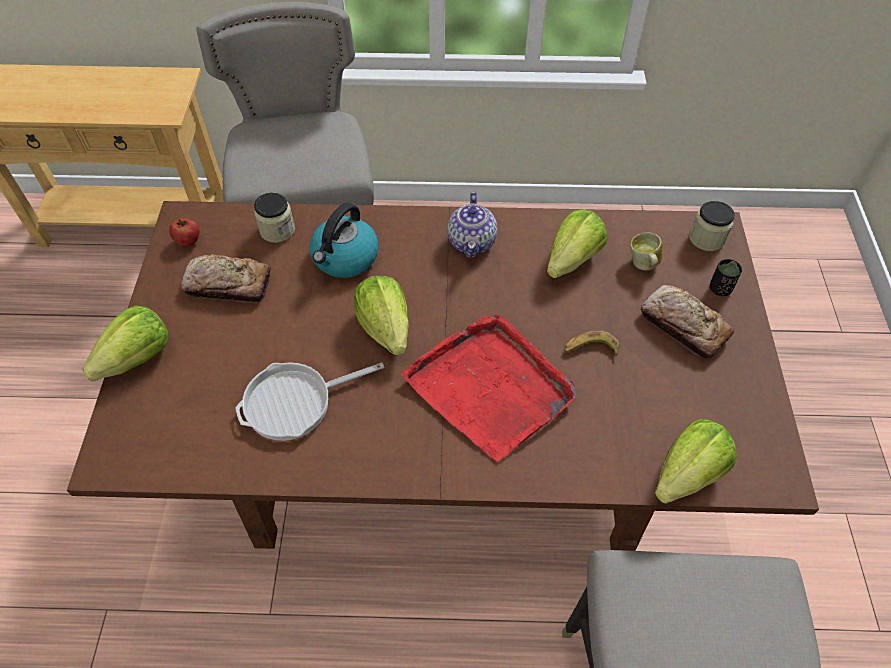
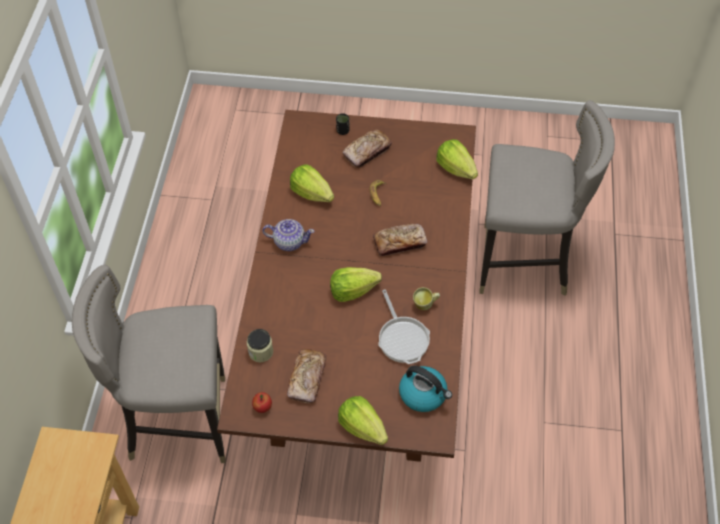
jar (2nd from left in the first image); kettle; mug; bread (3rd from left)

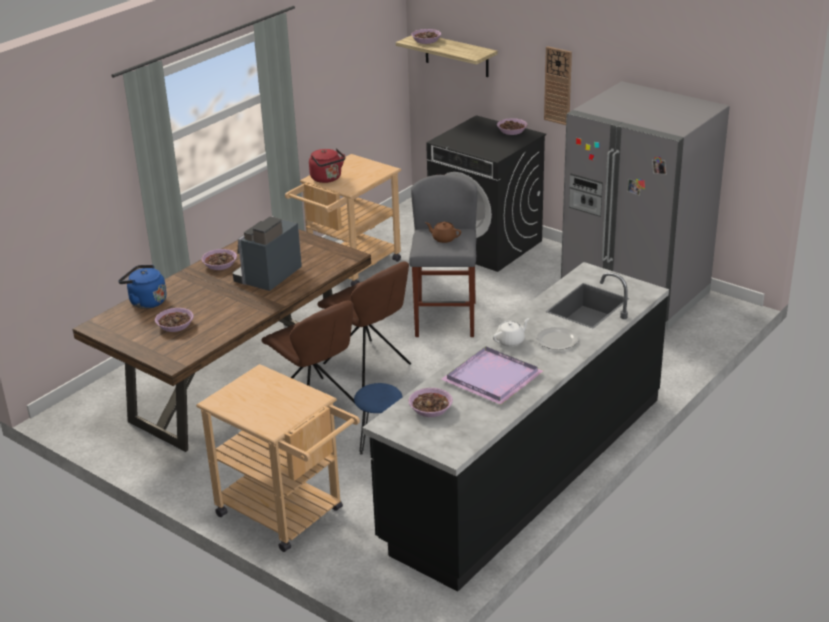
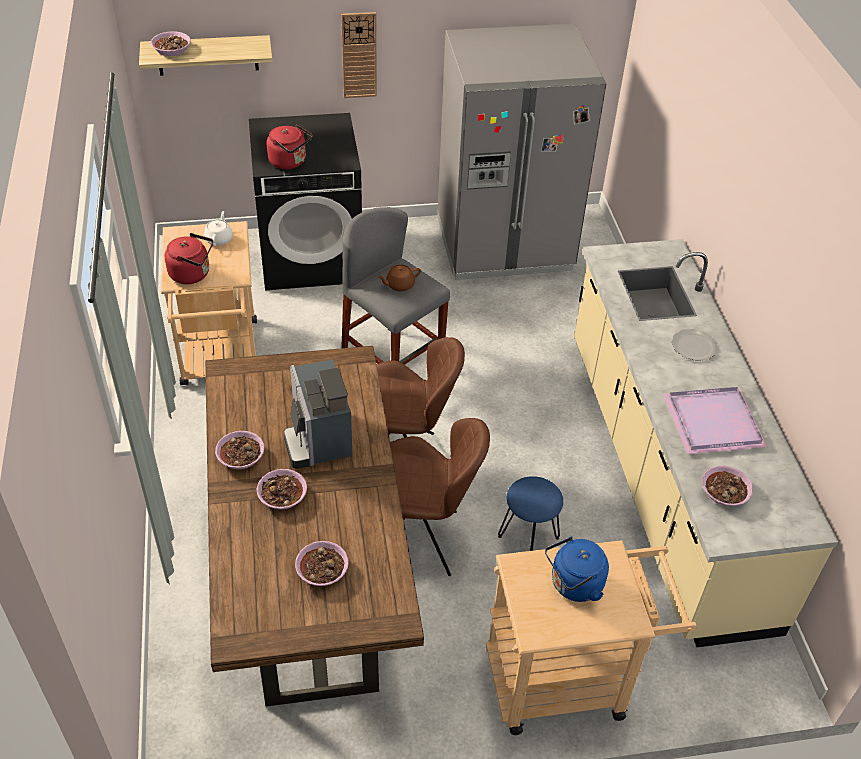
kettle/red (2nd from left); kettle/blue; teapot/white; bowl (3rd from left); counter/beige

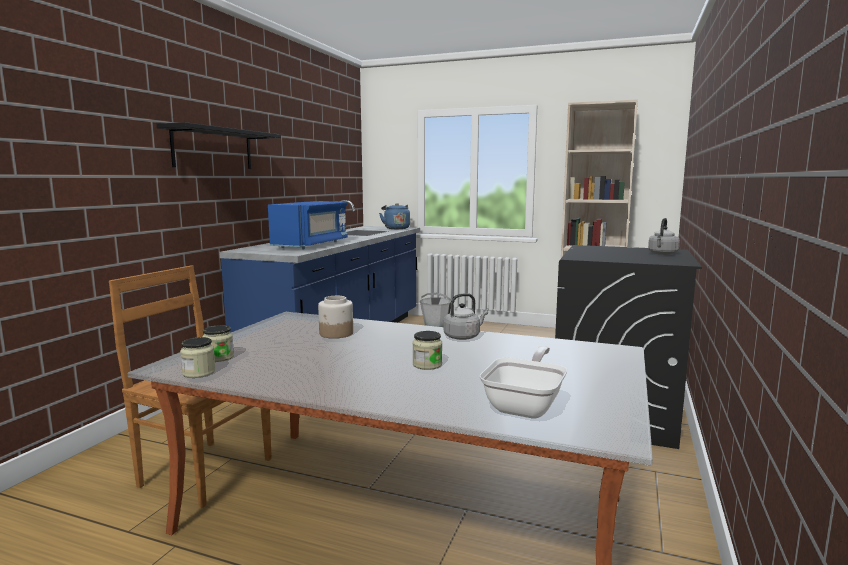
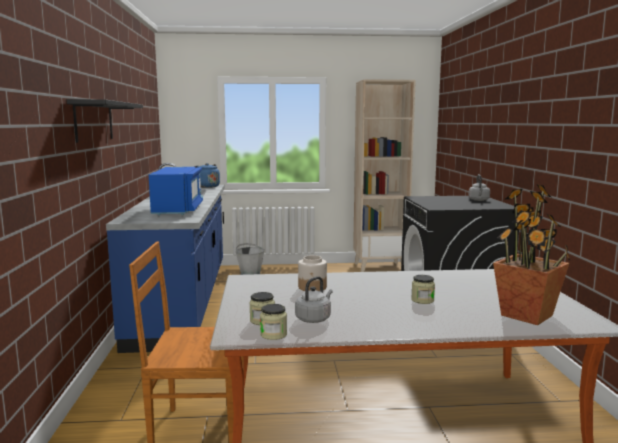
kettle/grey (1st from left); potted plant

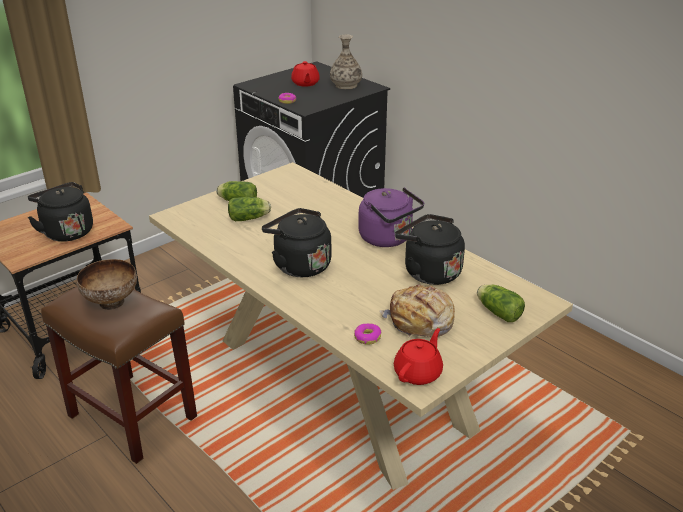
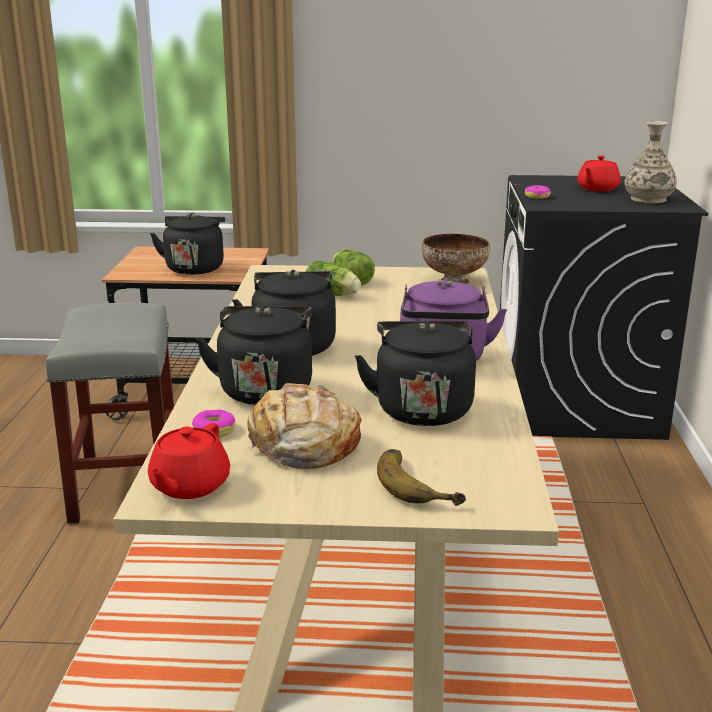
kettle/black (2nd from left); bowl; banana; stool/grey; teapot/red (1st from left)

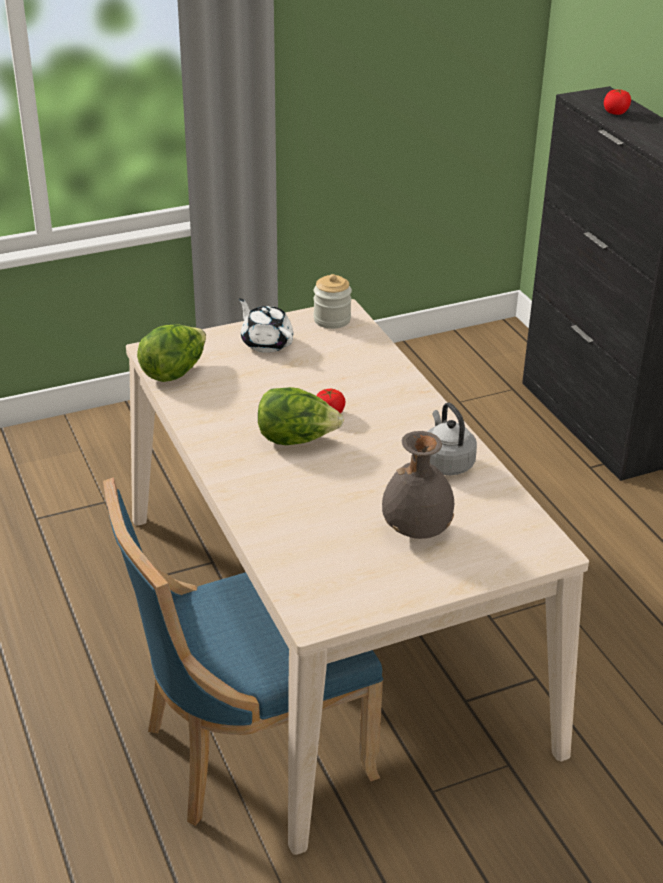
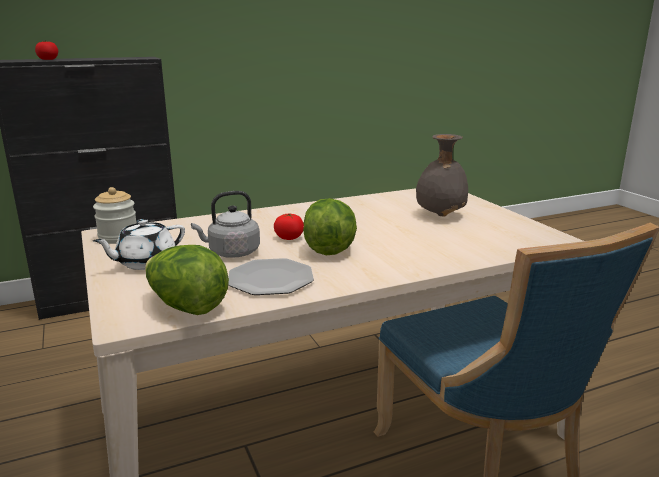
plate; kettle/grey

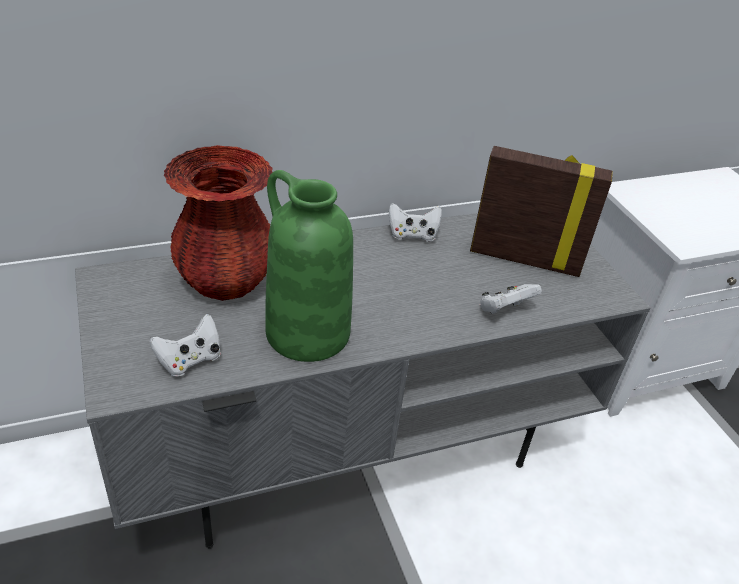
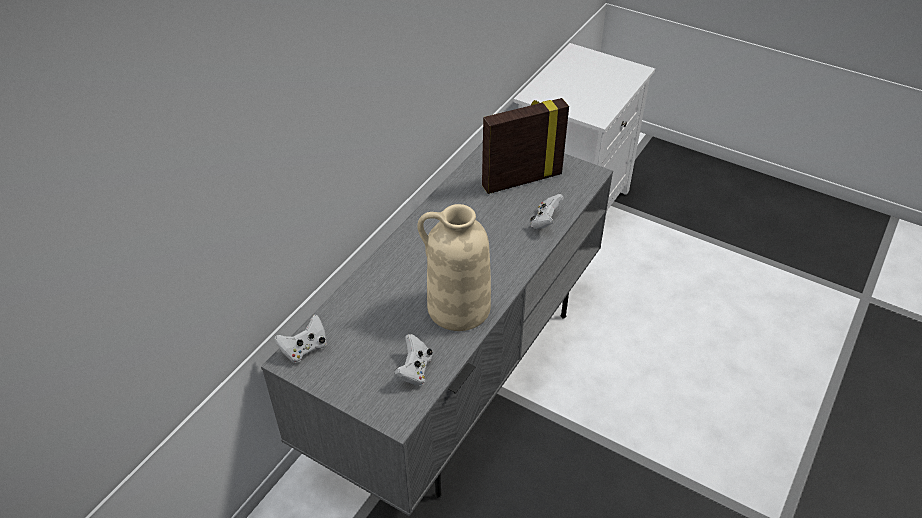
vase/red; game controller/white (1st from left); vase/beige

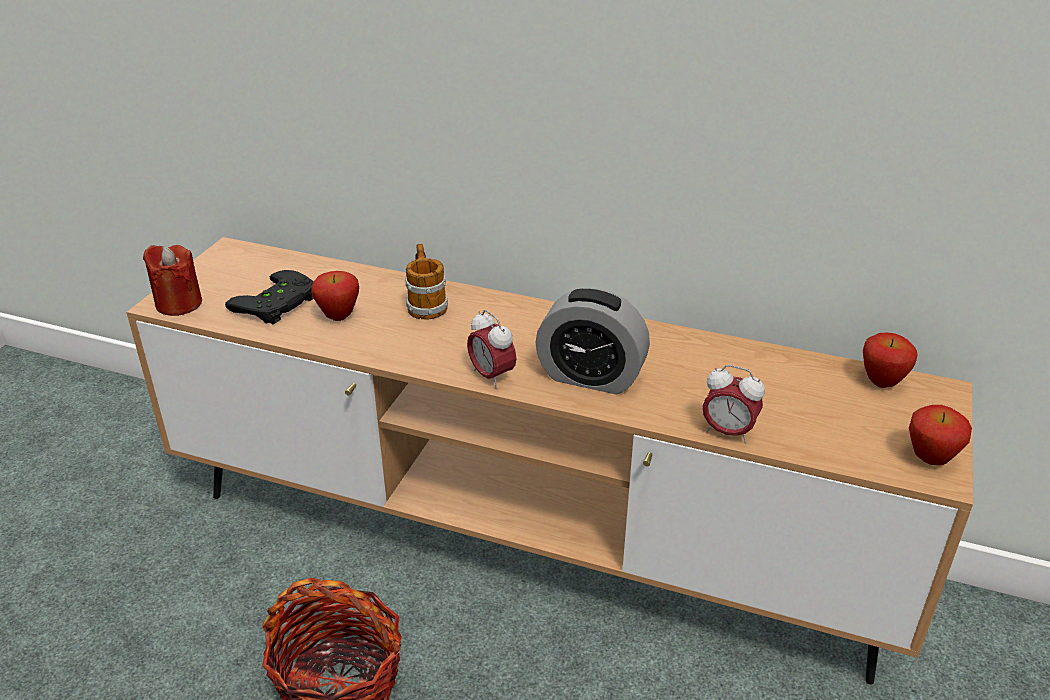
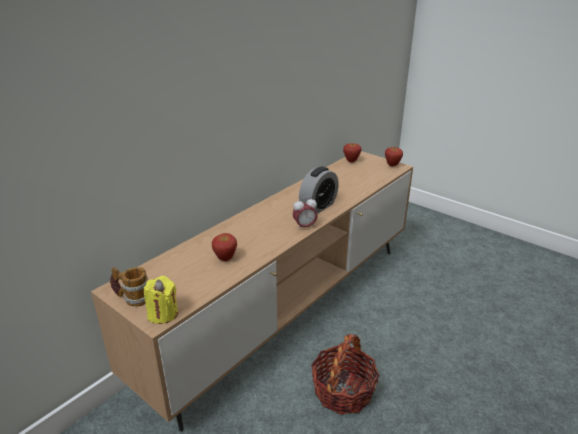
game controller/black; alarm clock (3rd from left in the first image); mug; candle/yellow

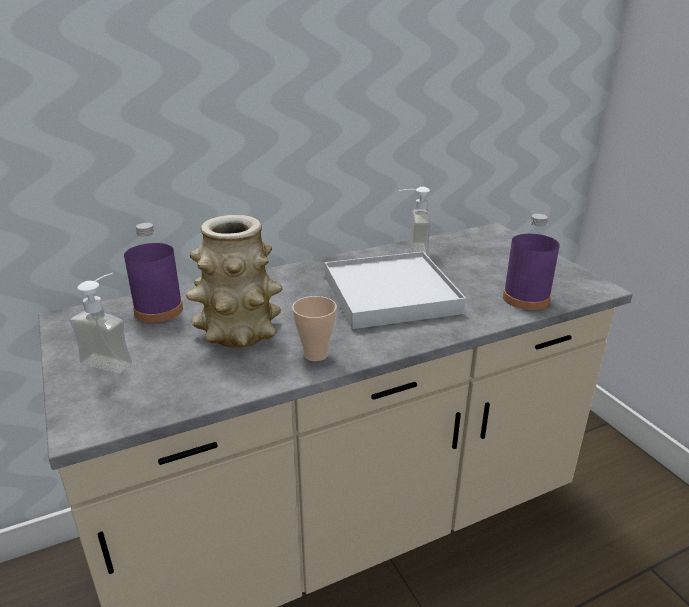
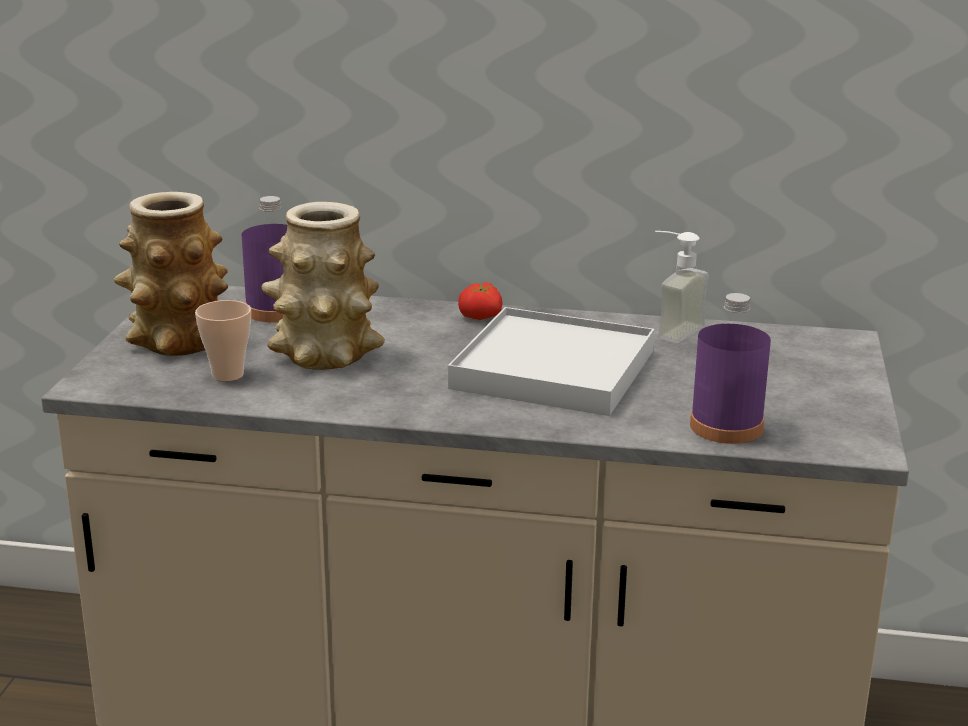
tomato; cup; vase (1st from left)

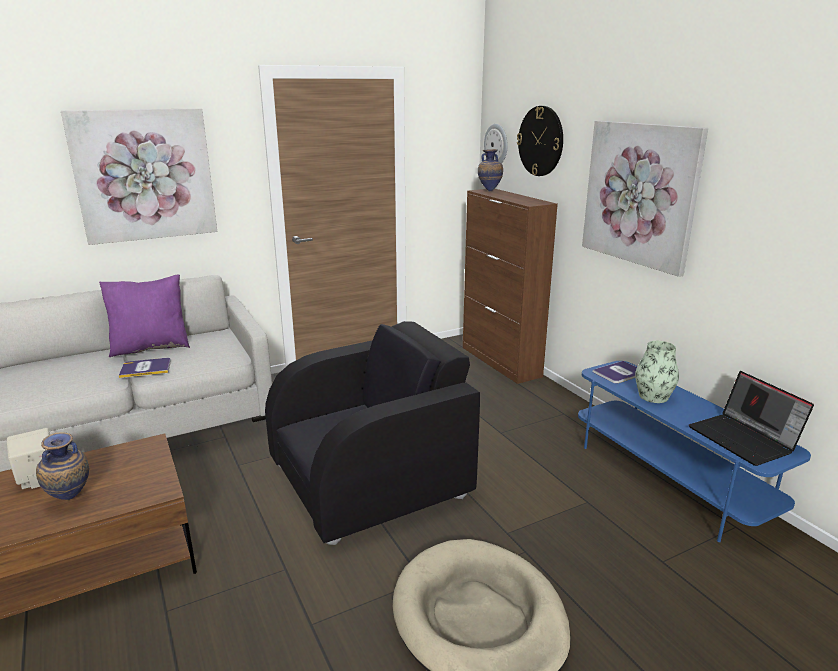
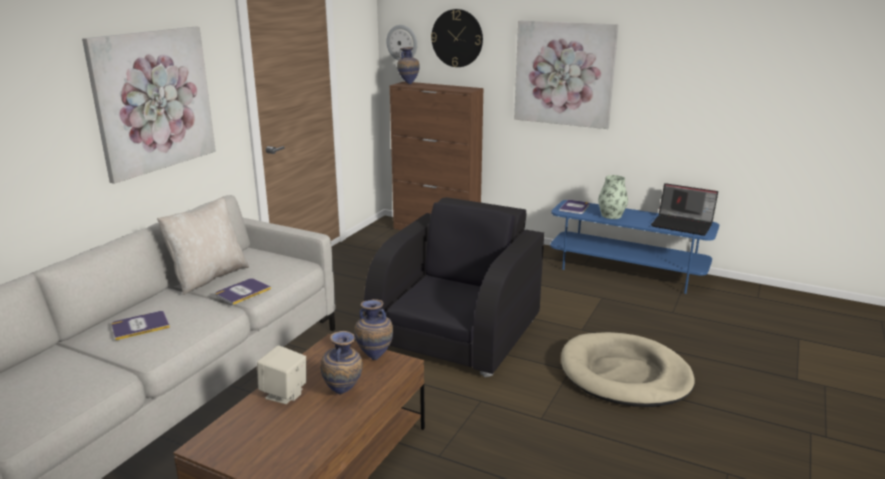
book (1st from left); vase (2nd from left); pillow/beige

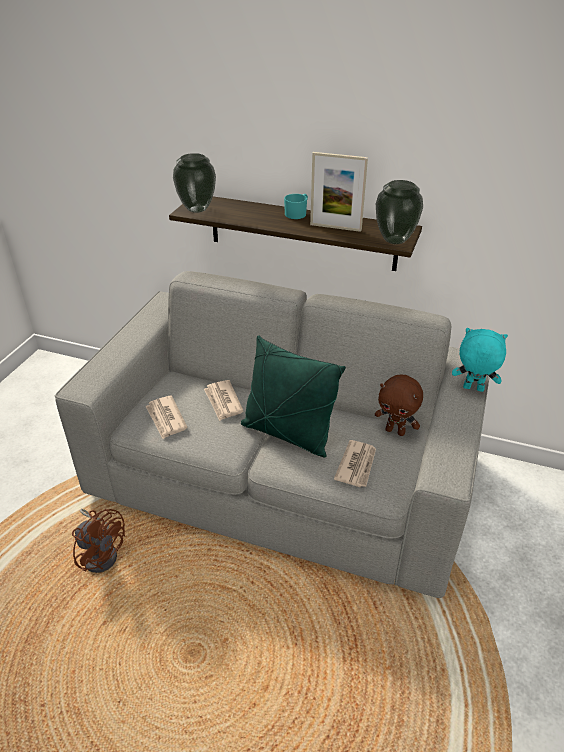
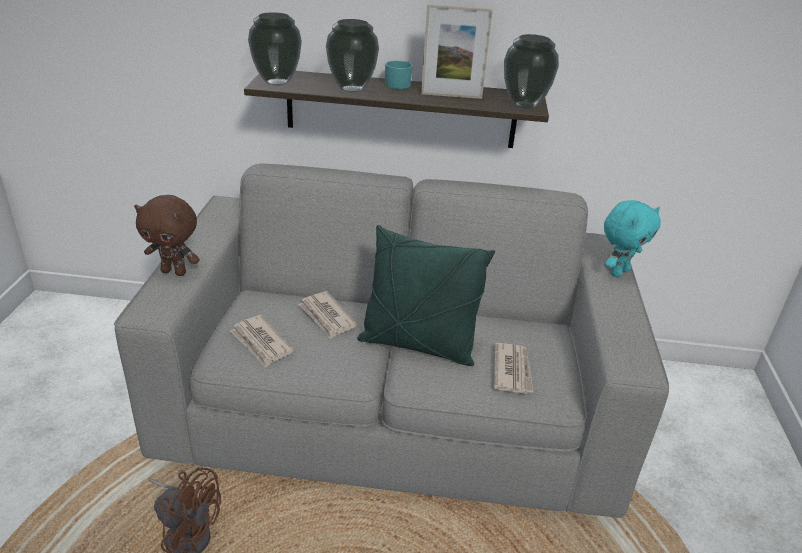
vase (2nd from left); plush toy/brown; plush toy/turquoise

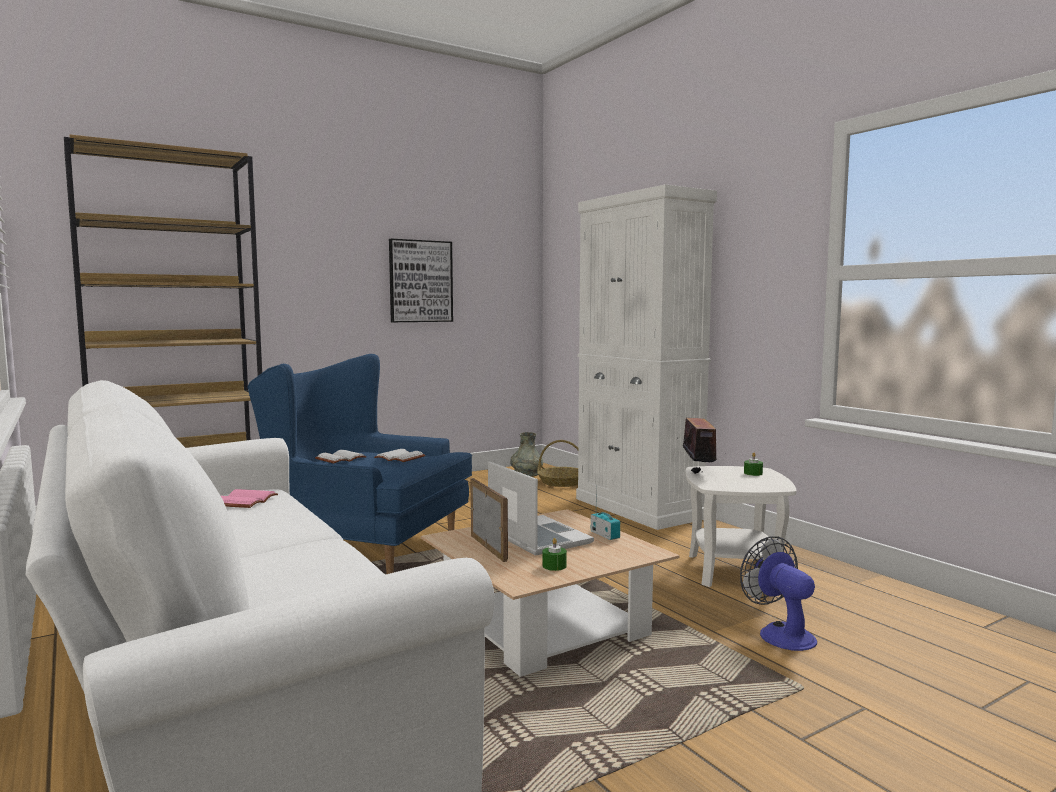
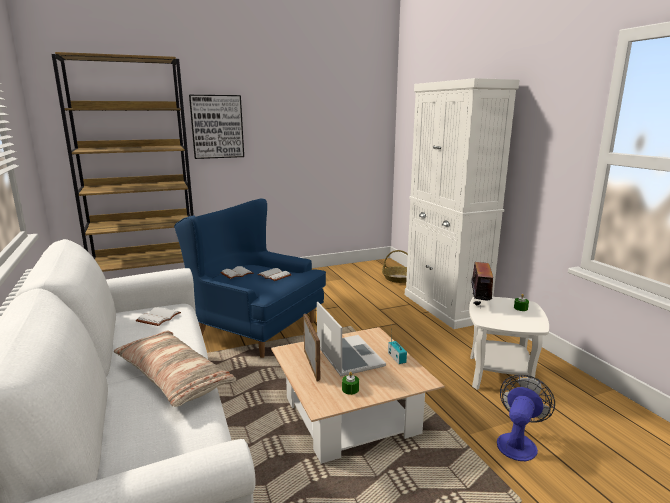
vase/grey; pillow; picture; book/white (1st from left); fan

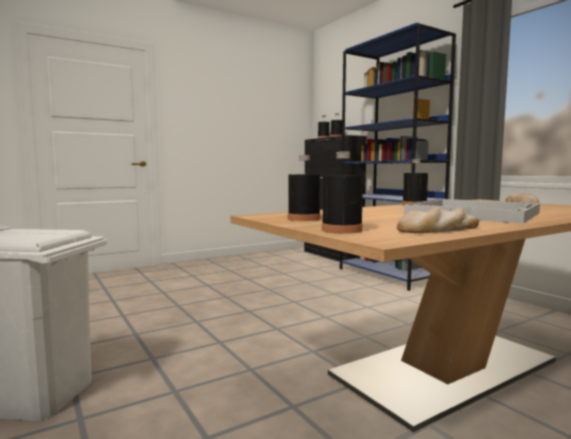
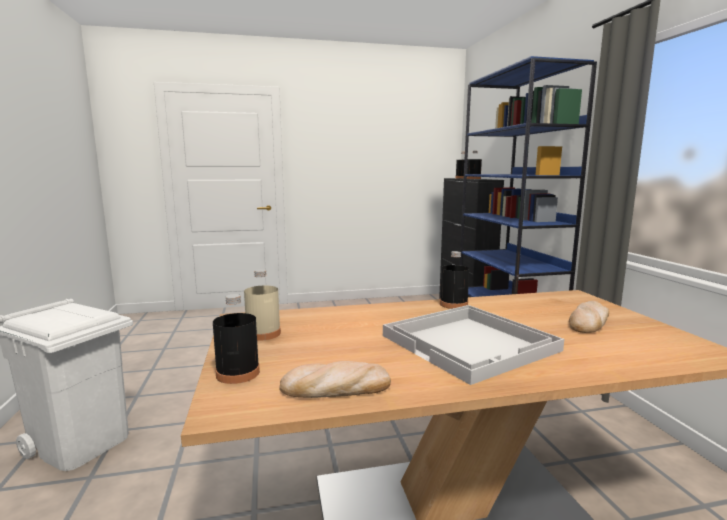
bottle/beige

